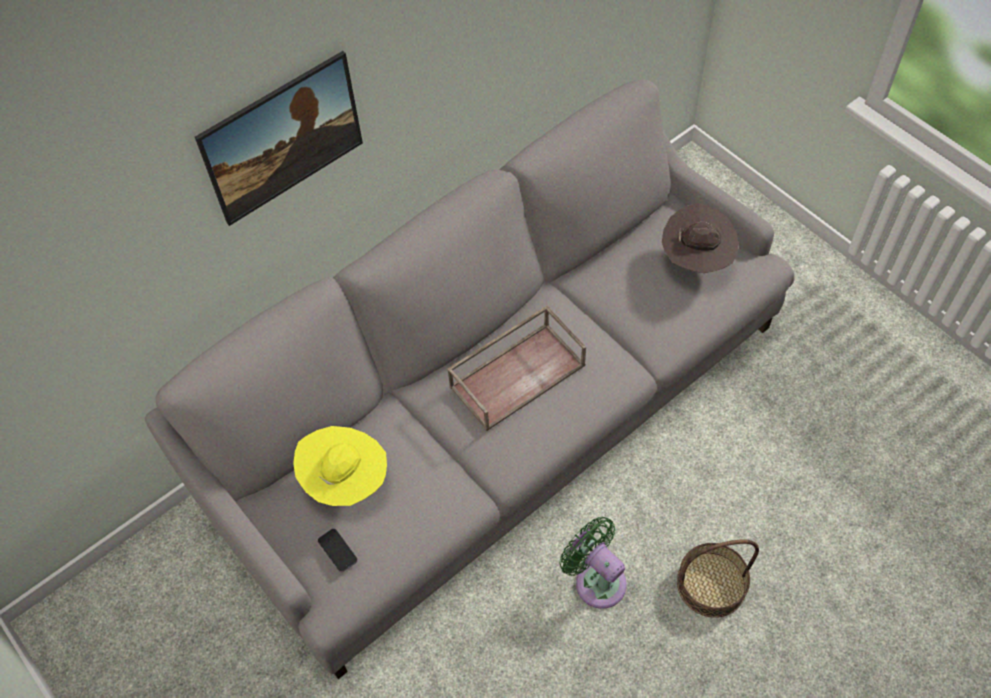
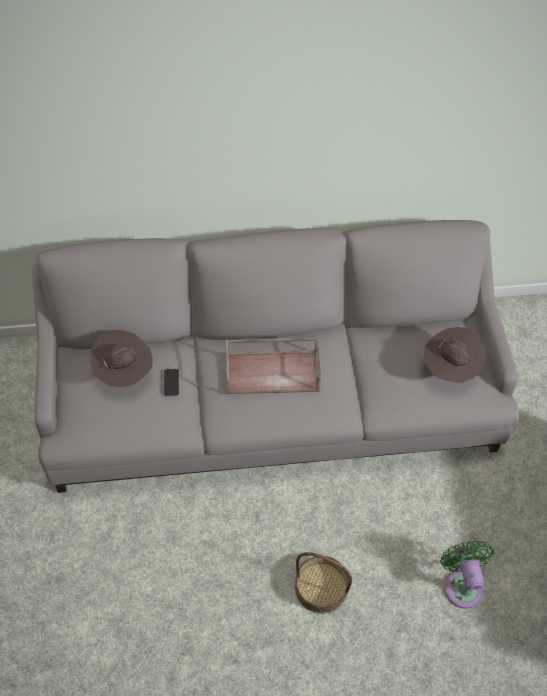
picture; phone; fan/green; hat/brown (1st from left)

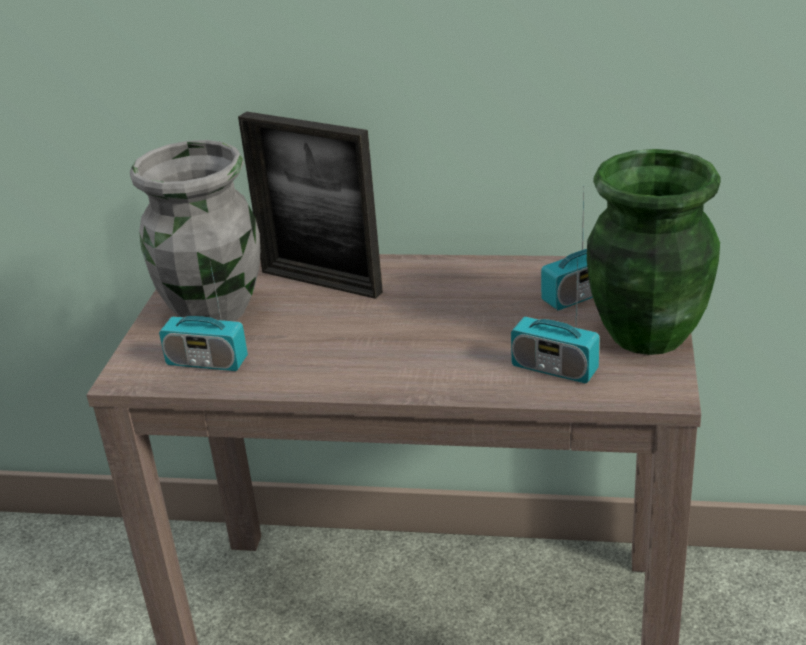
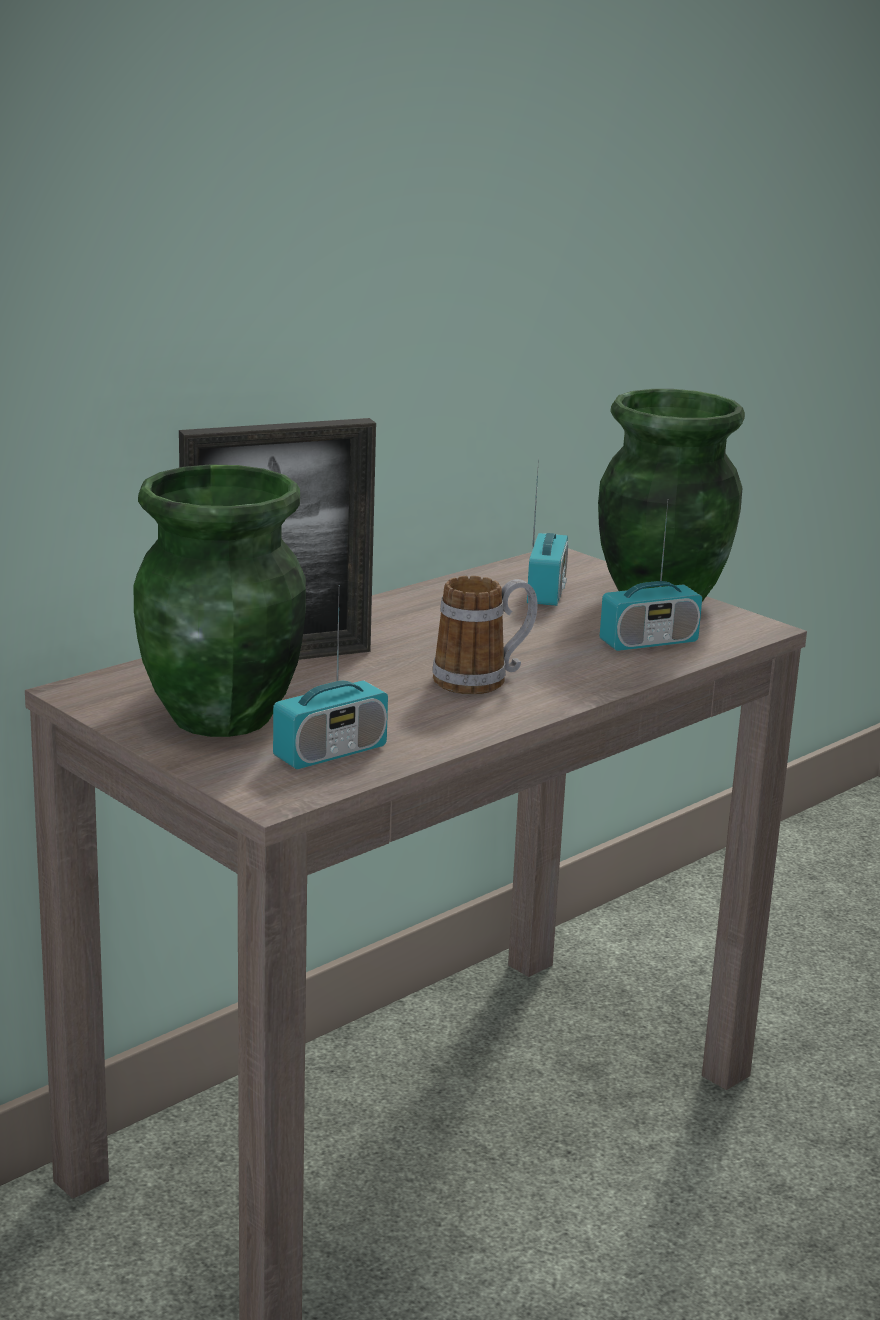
mug; vase/green (1st from left)

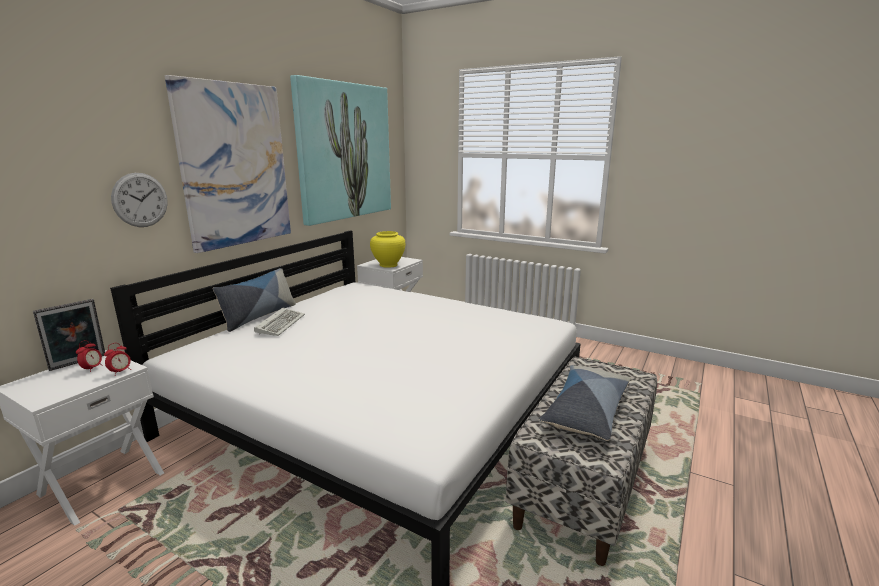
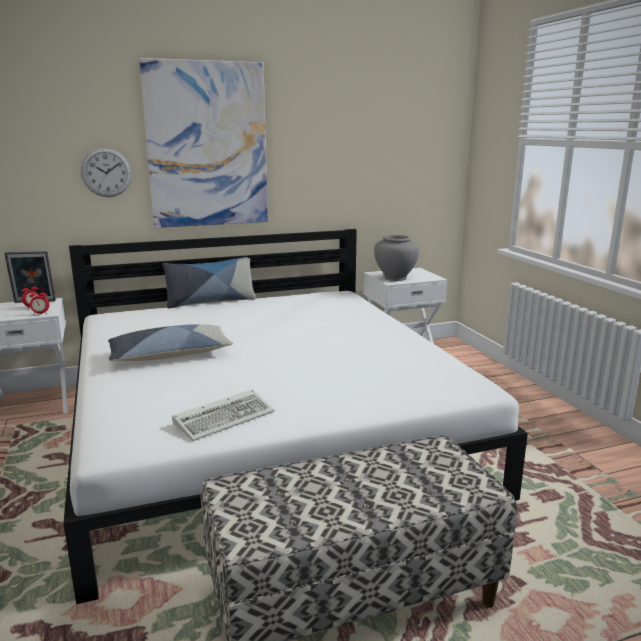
picture (2nd from left in the first image); keyboard; pillow (1st from left); vase/grey

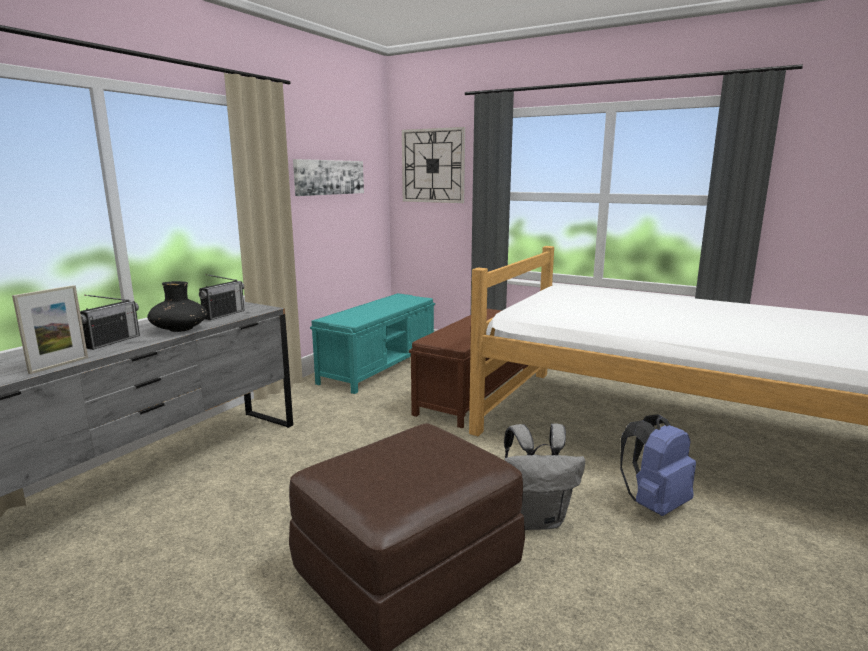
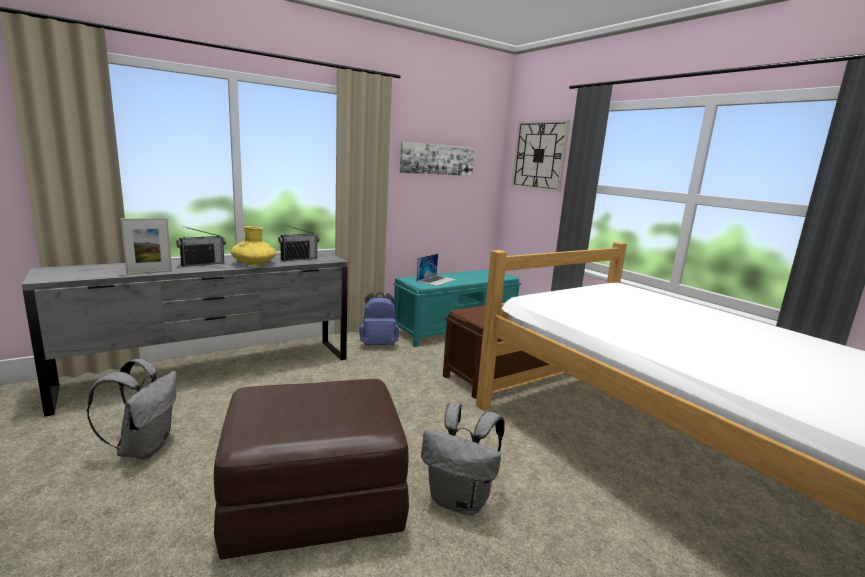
backpack/grey (1st from left); laptop; backpack/blue; vase/yellow

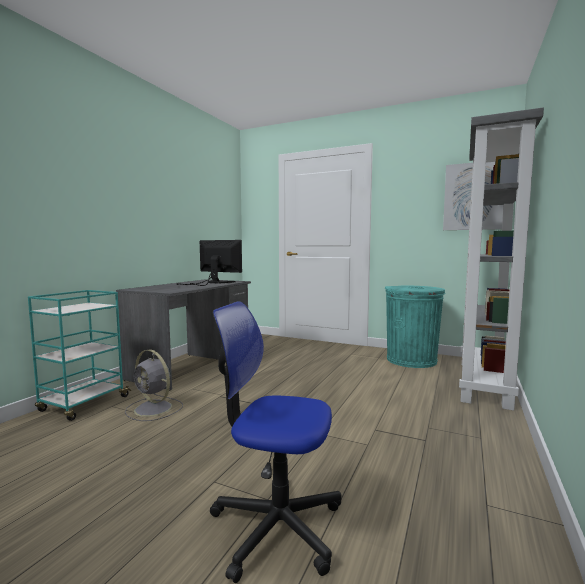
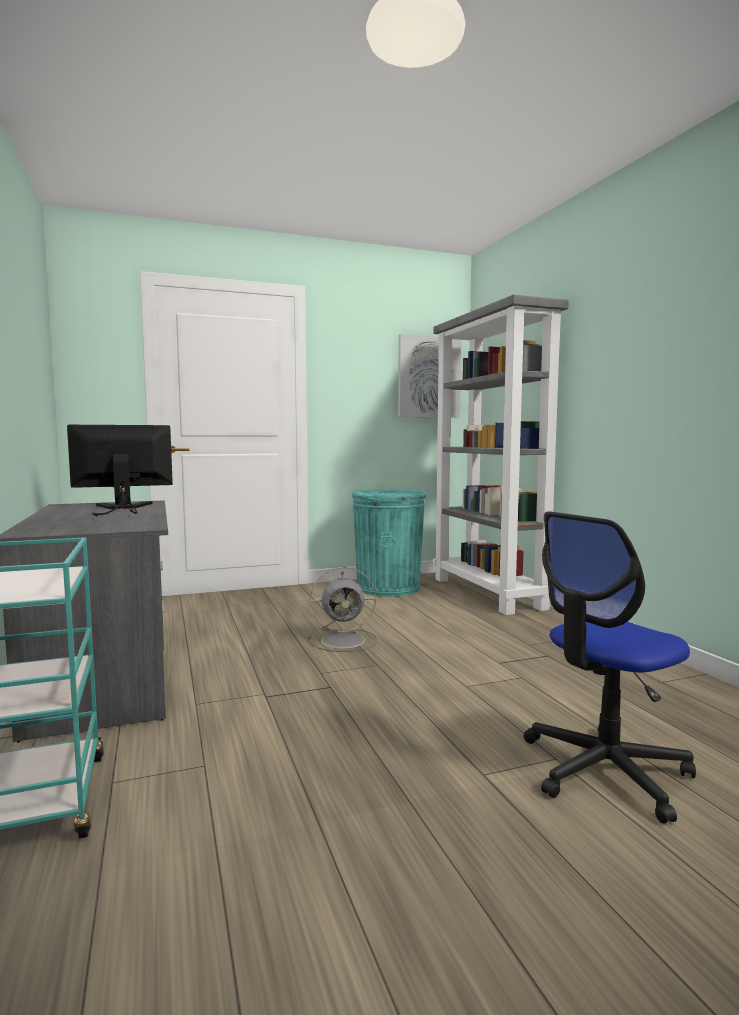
fan/grey

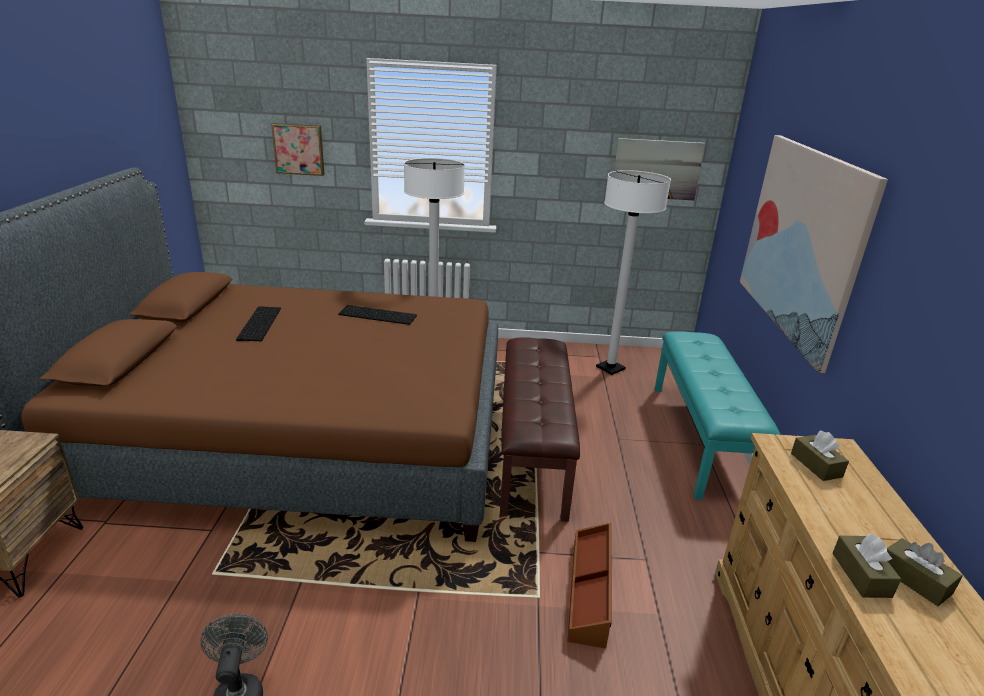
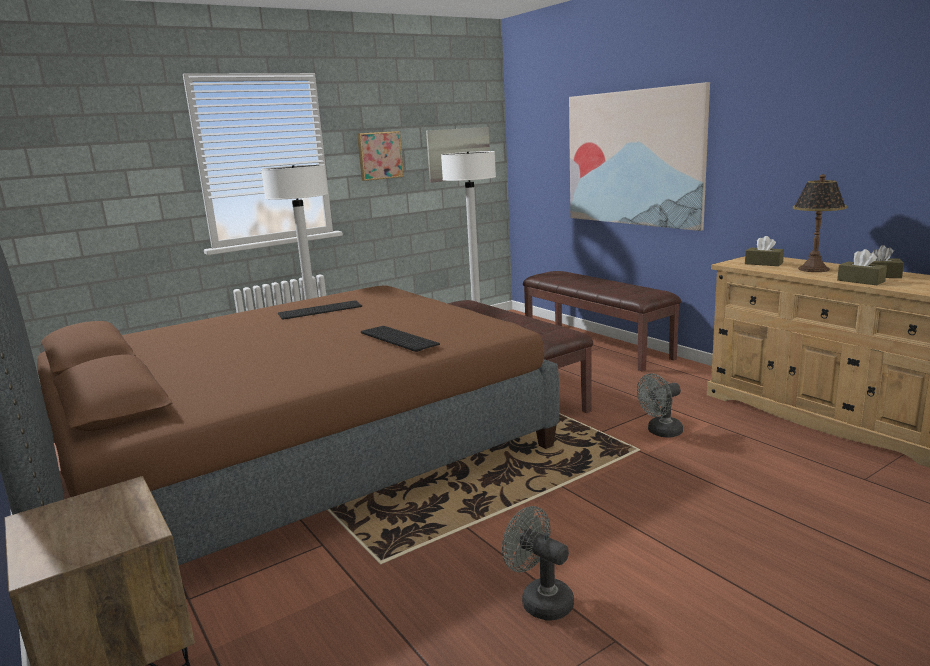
table lamp; keyboard (2nd from left); picture (1st from left); fan/grey (2nd from left); bench/brown (2nd from left)

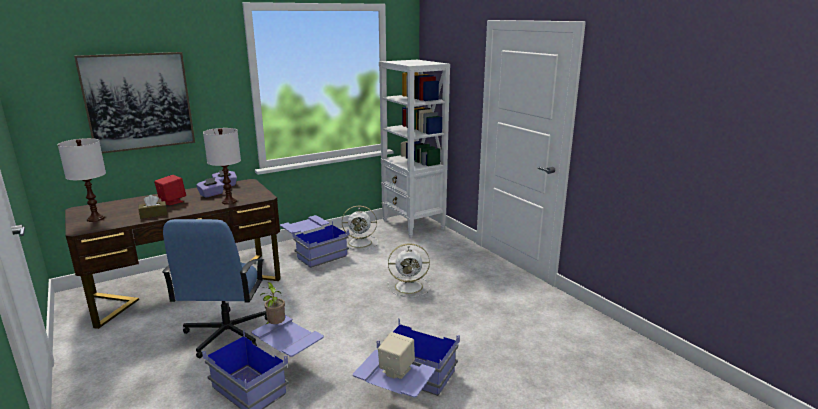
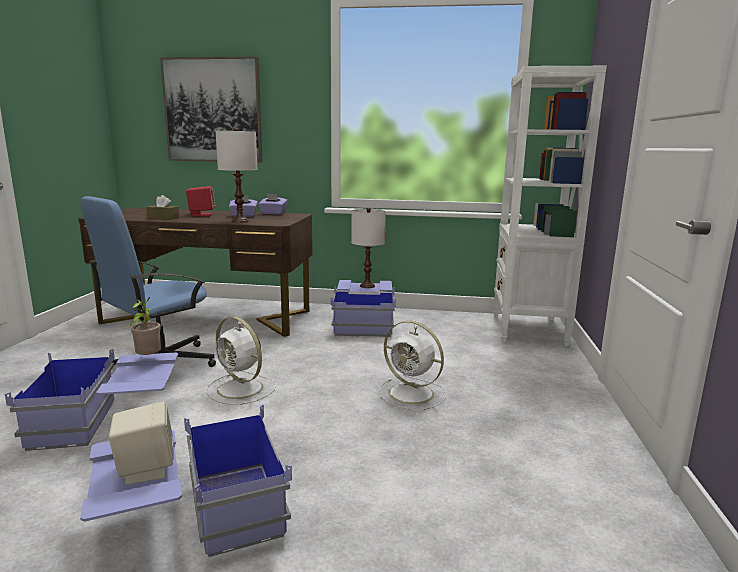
table lamp/white (2nd from left); fan/white (1st from left)

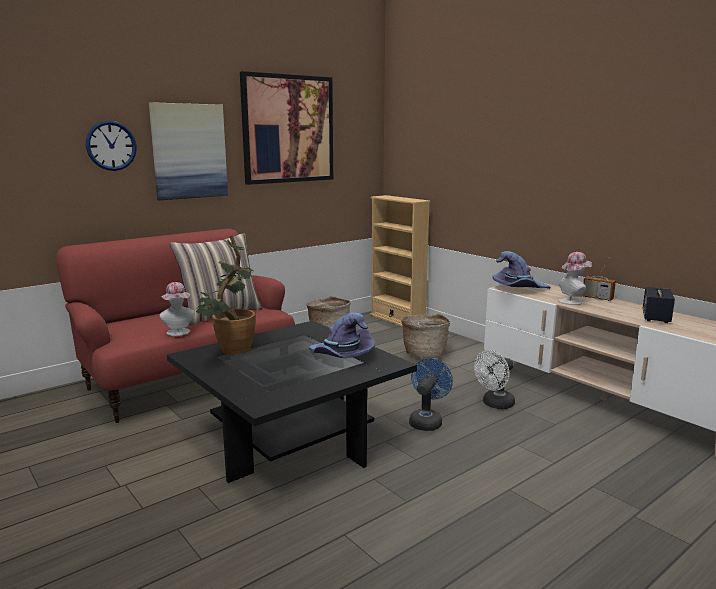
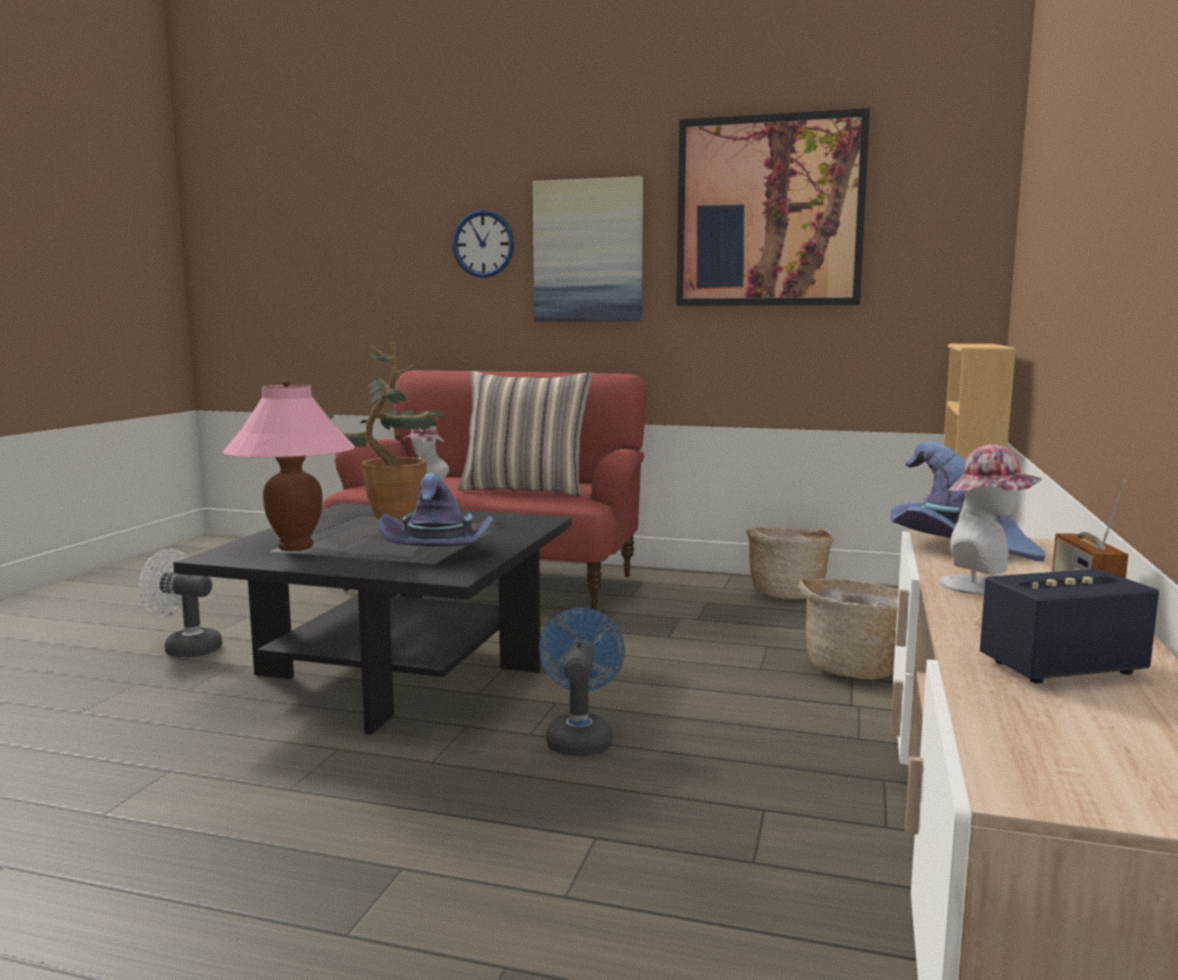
table lamp/pink; fan/white; fan/blue

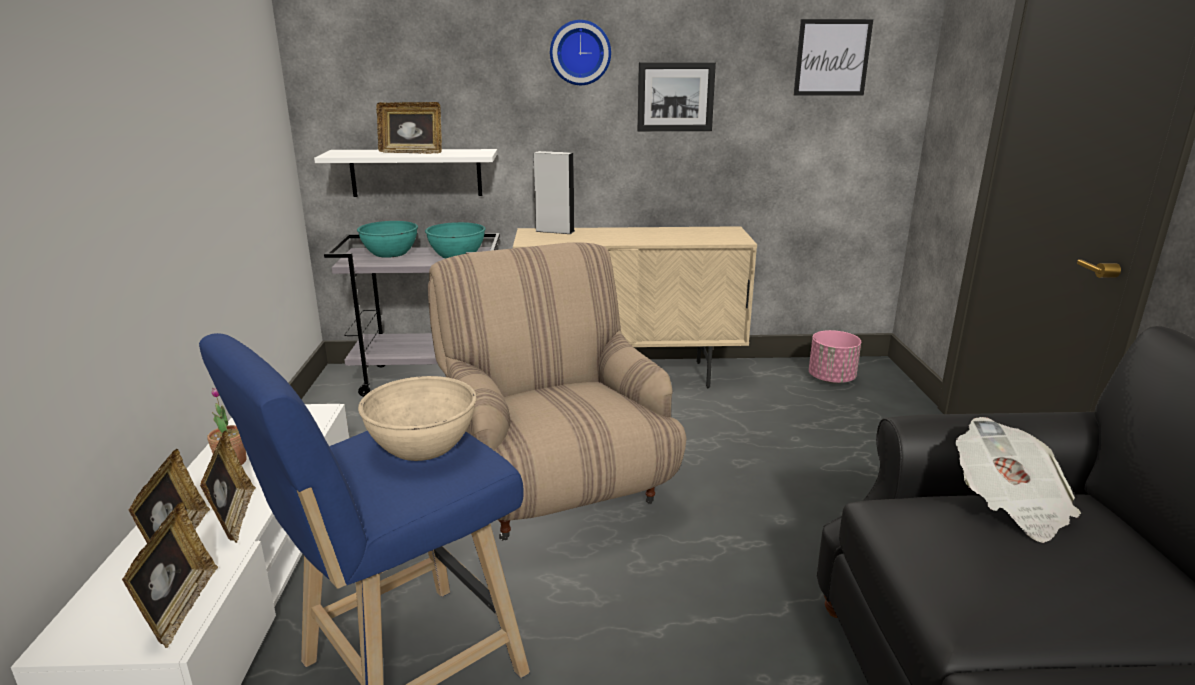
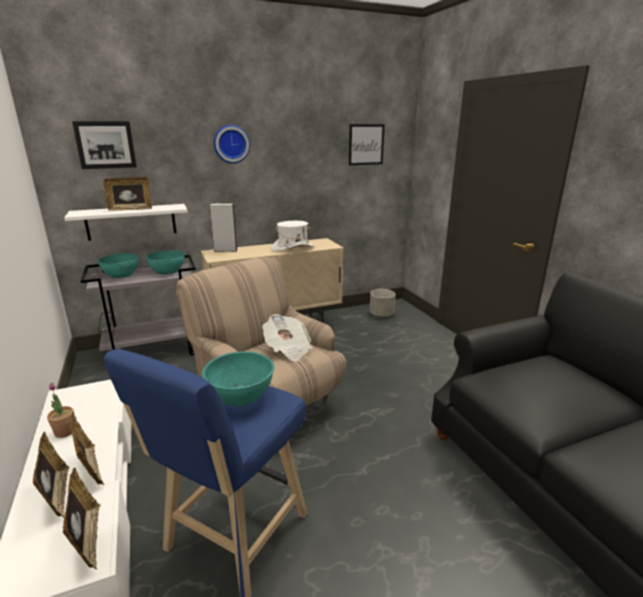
hat/white; picture (1st from left); newspaper; bowl/turquoise (3rd from left); planter/grey

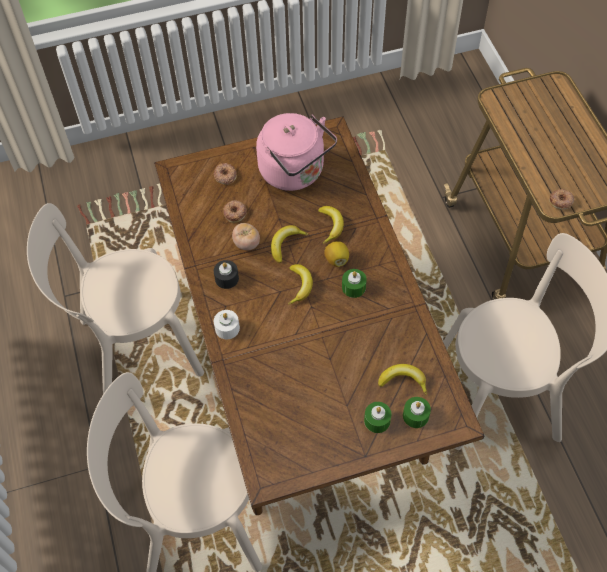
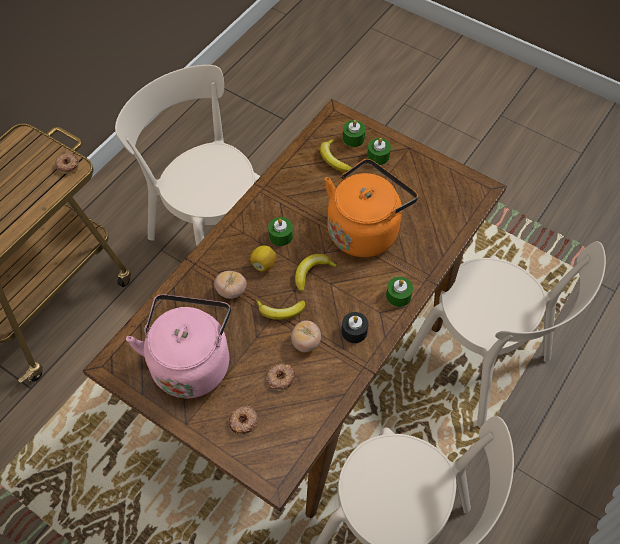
kettle/orange; tomato (1st from left); candle/green (4th from left)

